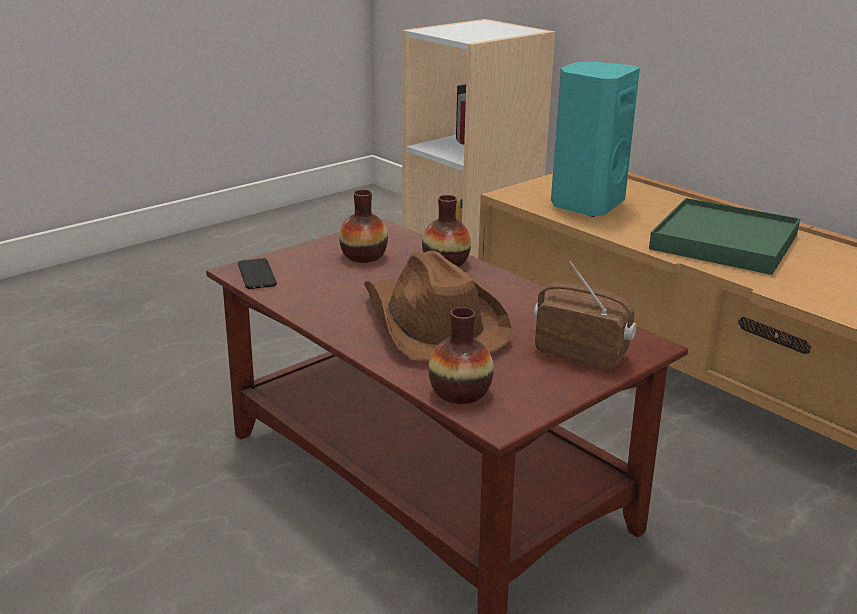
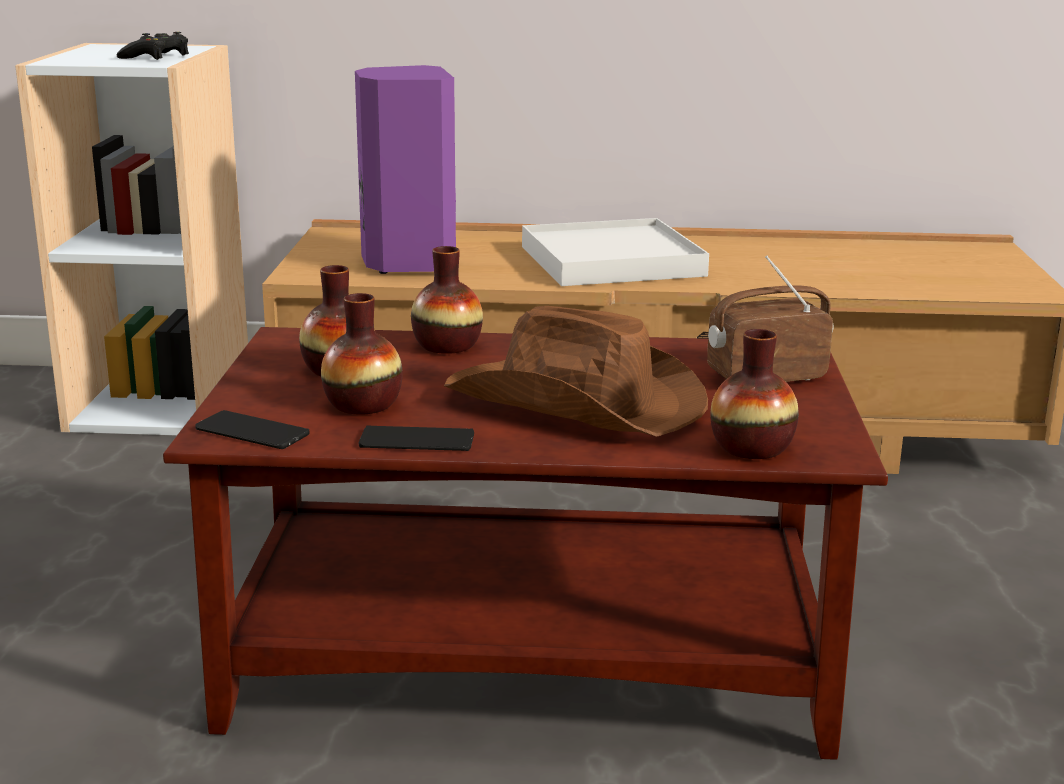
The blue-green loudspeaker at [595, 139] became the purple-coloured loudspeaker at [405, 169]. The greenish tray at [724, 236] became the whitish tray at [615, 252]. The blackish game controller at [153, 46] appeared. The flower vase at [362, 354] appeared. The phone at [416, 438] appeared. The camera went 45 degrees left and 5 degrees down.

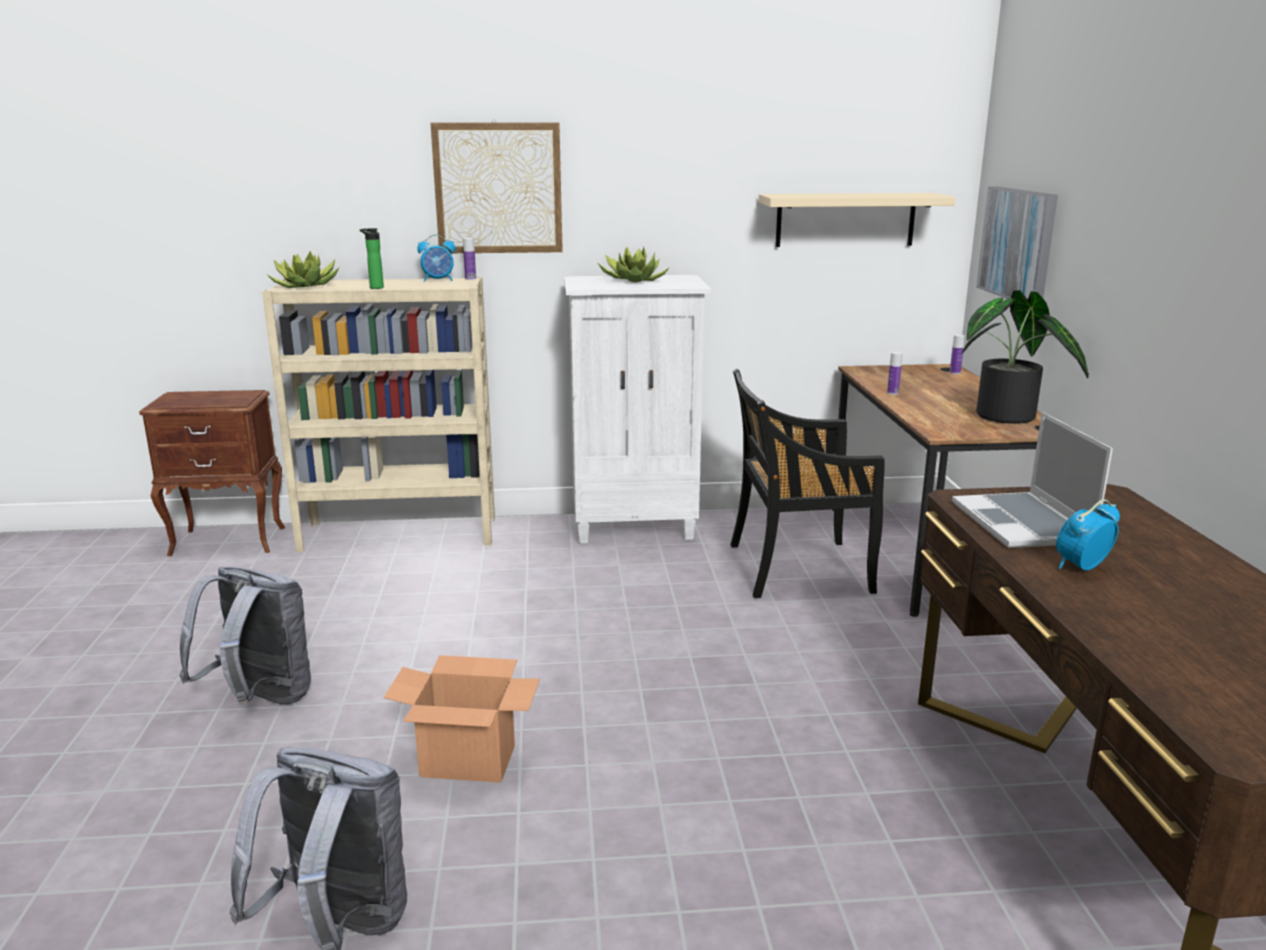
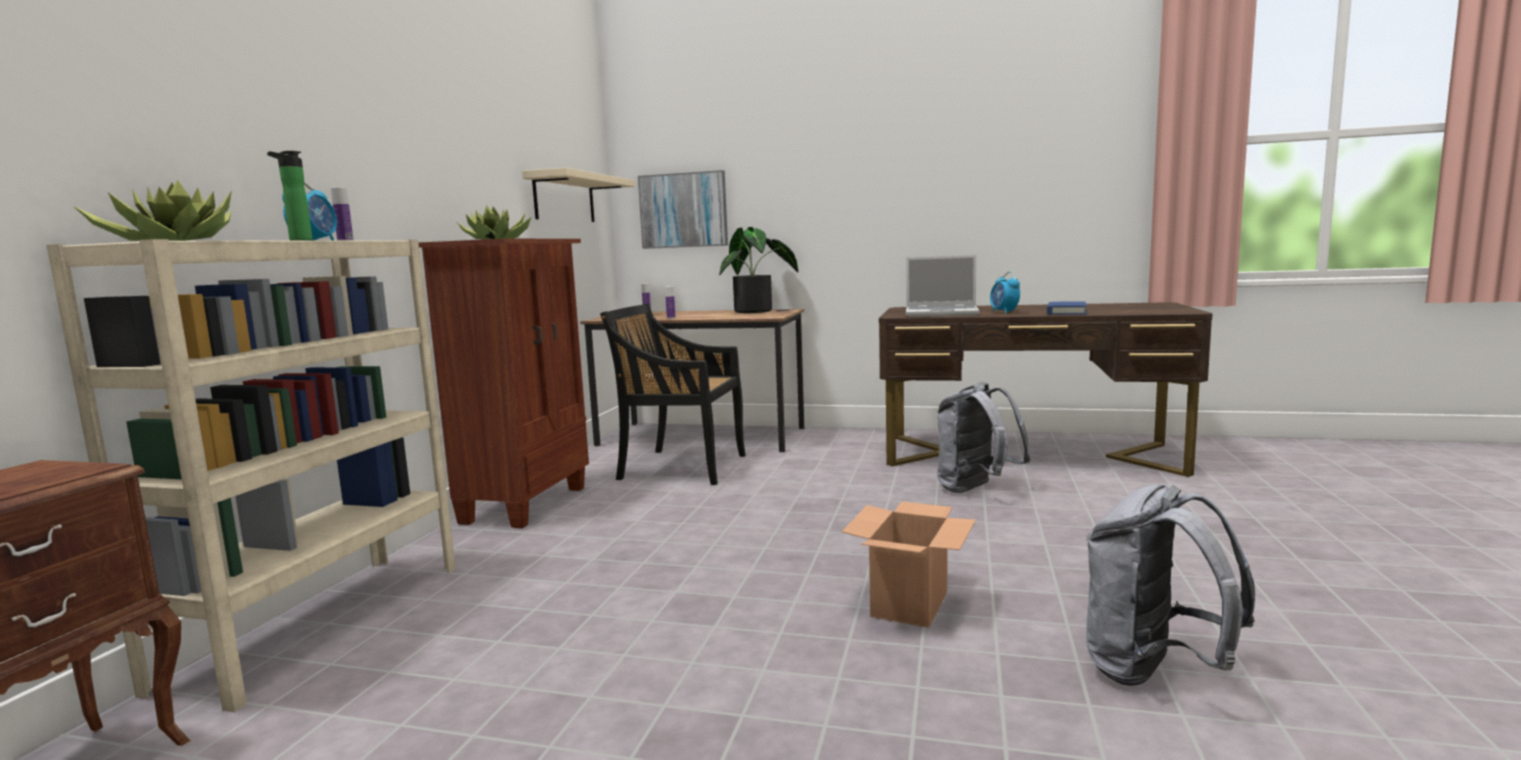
The wall picture at [496, 186] disappeared. The whitish storage cabinet at [637, 409] became the brown storage cabinet at [504, 383]. The blackish plain chair at [807, 483] turned 90 degrees clockwise. The greyish backpack moved from [245, 636] to [984, 437]. The blue-coloured book at [1067, 308] appeared. The camera went 70 degrees left and 10 degrees down.

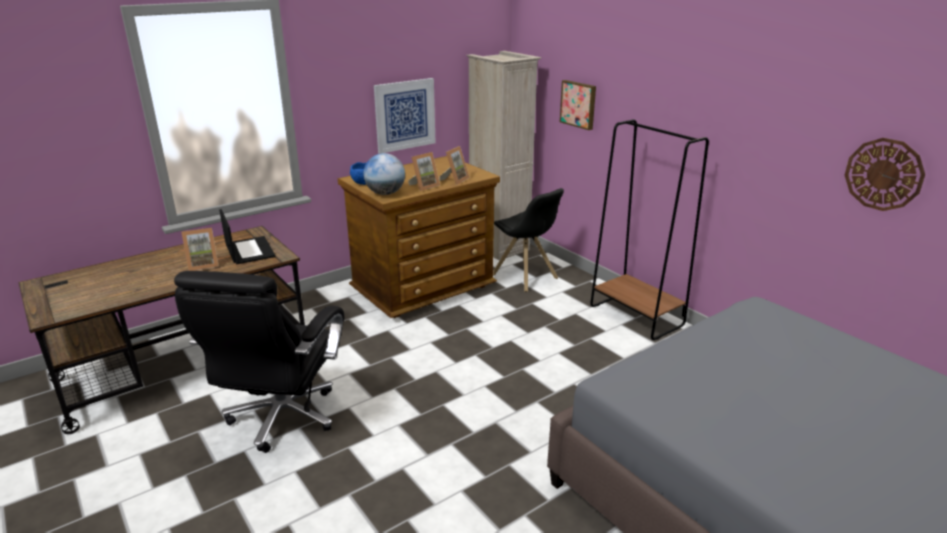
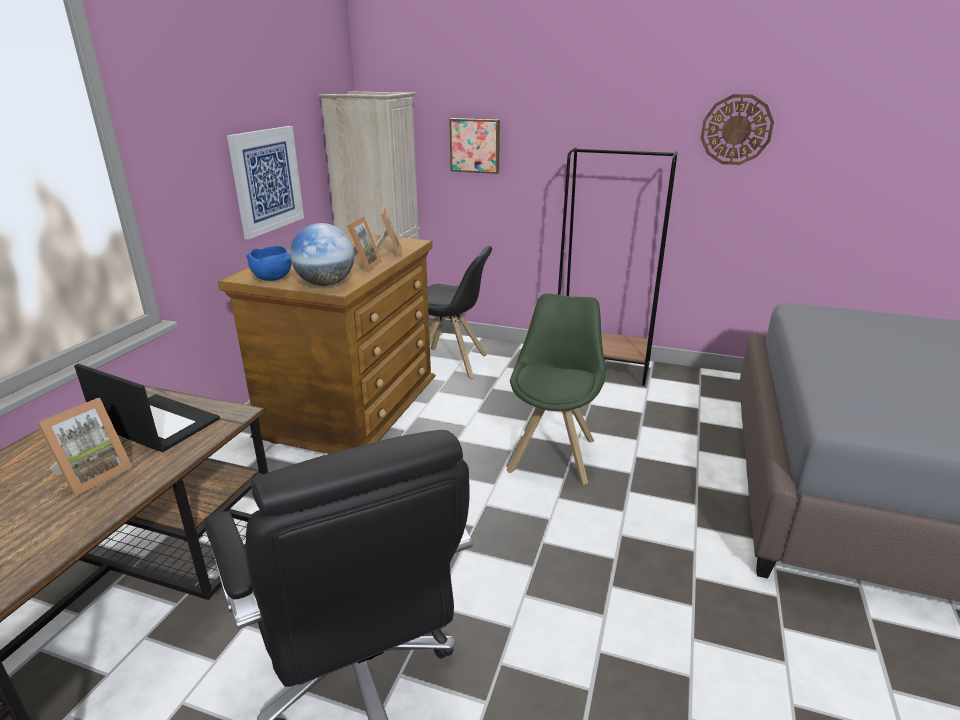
The clock on the wall moved from [885, 174] to [737, 129]. The greenish plain chair at [555, 389] appeared. The camera went 35 degrees left and 0 degrees up.

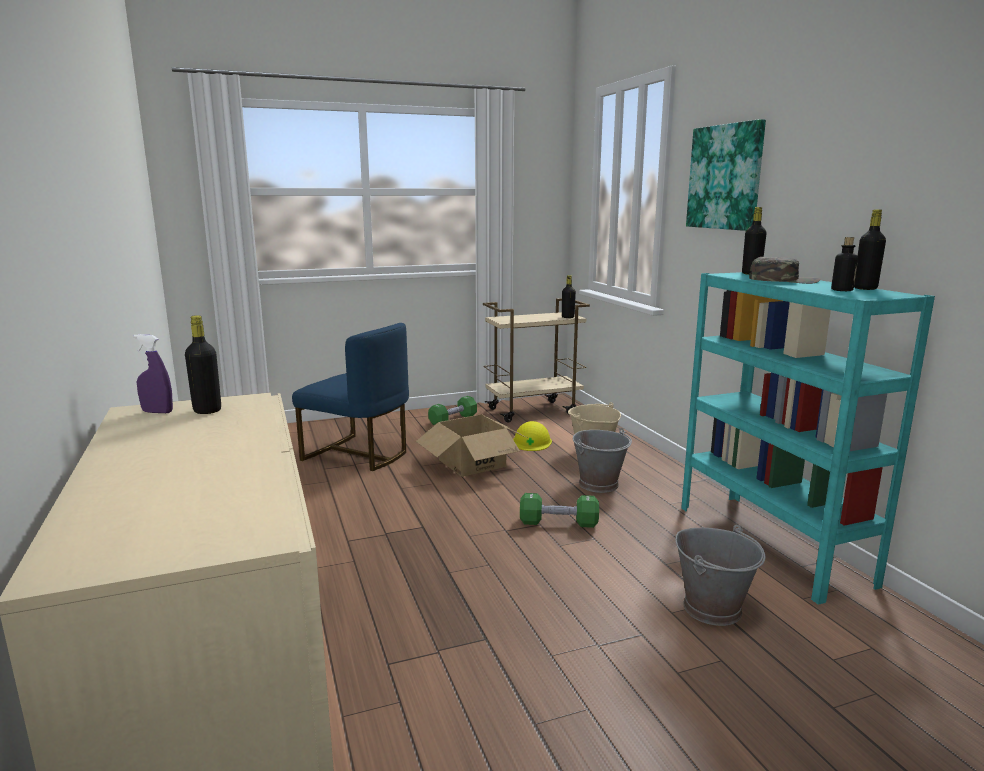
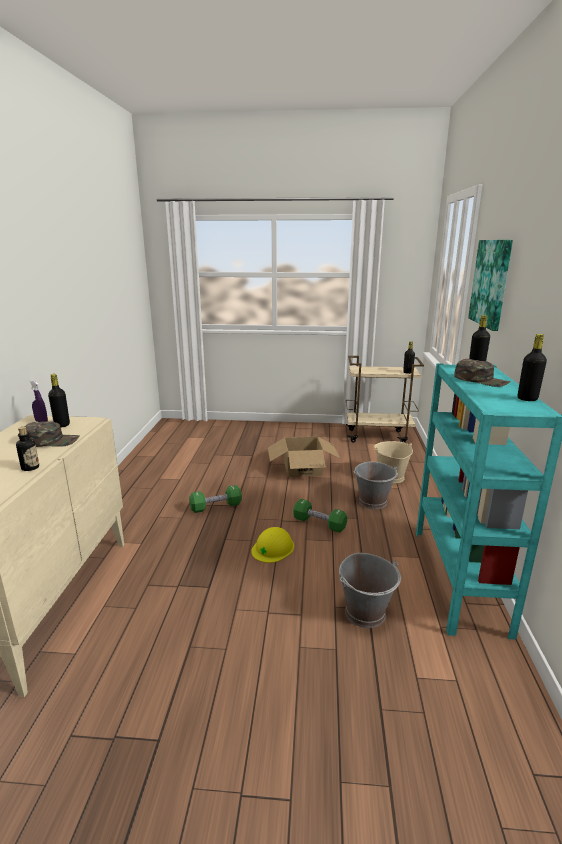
The beverage bottle moved from [844, 264] to [27, 449]. The blue-coloured plain chair at [350, 397] disappeared. The greenish hand weight moved from [452, 410] to [215, 499]. The yellow-coloured hard hat moved from [532, 436] to [272, 545]. The greenish cap at [52, 434] appeared. The camera went 25 degrees right and 5 degrees up.

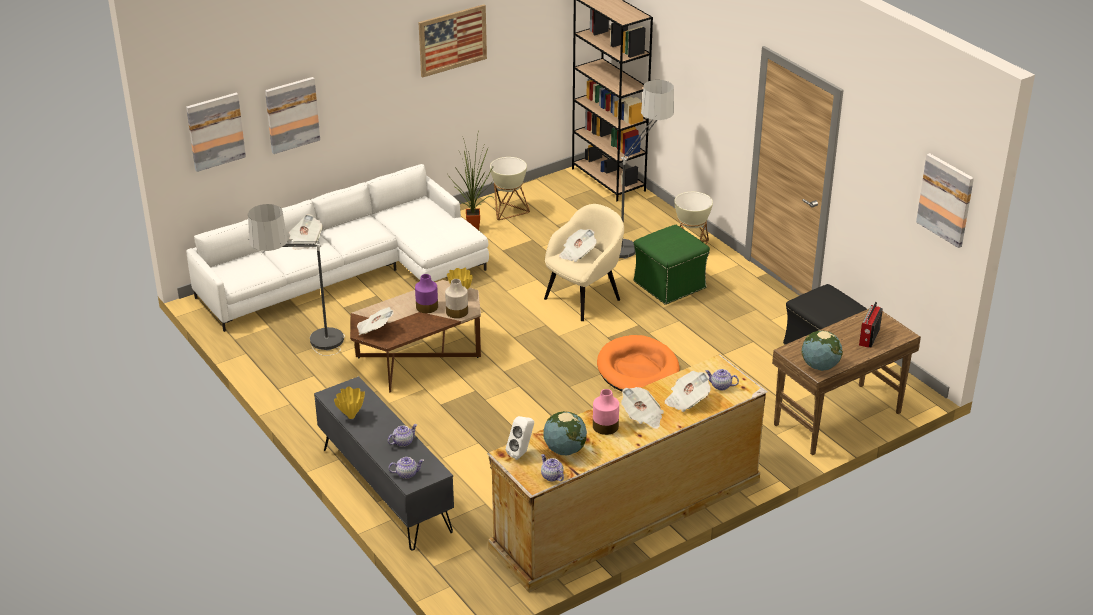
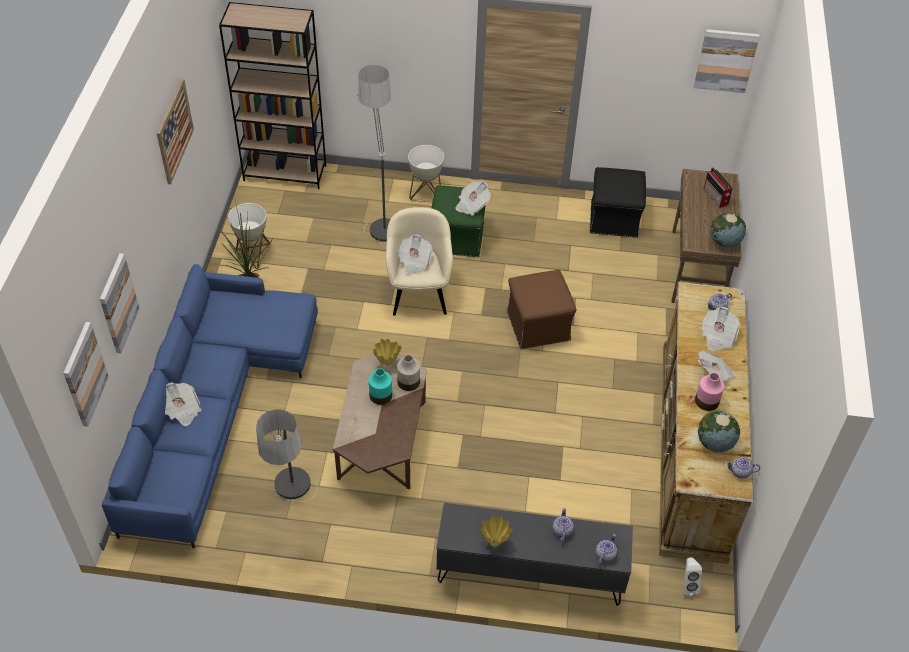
The whitish couch at [337, 248] became the blue-coloured couch at [210, 406]. The purple-coloured flower vase at [426, 293] became the blue-green flower vase at [380, 386]. The newspaper moved from [375, 321] to [473, 198]. The orangey dog bed at [638, 363] was replaced by the brown ottoman at [541, 309]. The whitish loudspeaker moved from [520, 438] to [692, 576]. The camera went 50 degrees left and 15 degrees up.

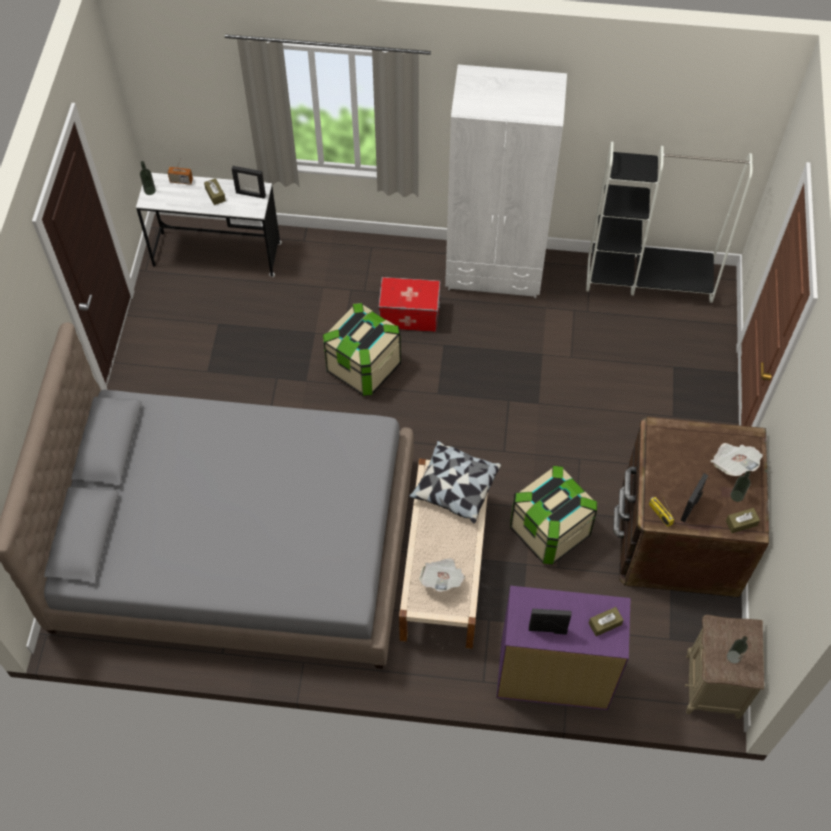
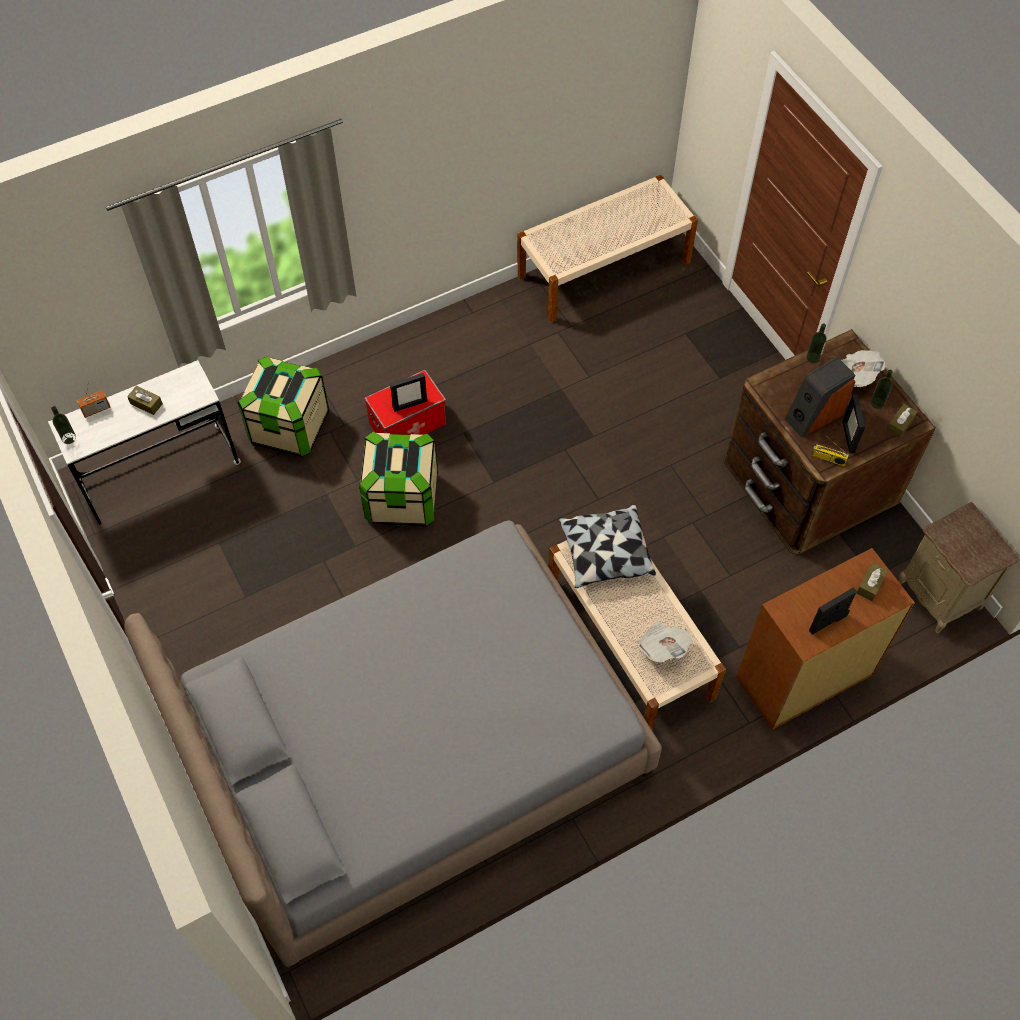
The whitish clothes cupboard at [506, 181] disappeared. The blackish garment rack at [669, 222] was replaced by the beige-coloured indoor bench at [607, 248]. The picture frame moved from [249, 182] to [408, 392]. The storage container moved from [553, 515] to [283, 406]. The purple-coloured storage cabinet at [564, 648] became the brown storage cabinet at [825, 639]. The beverage bottle moved from [737, 650] to [816, 343]. The loudspeaker at [820, 397] appeared. The camera went 35 degrees left and 0 degrees up.

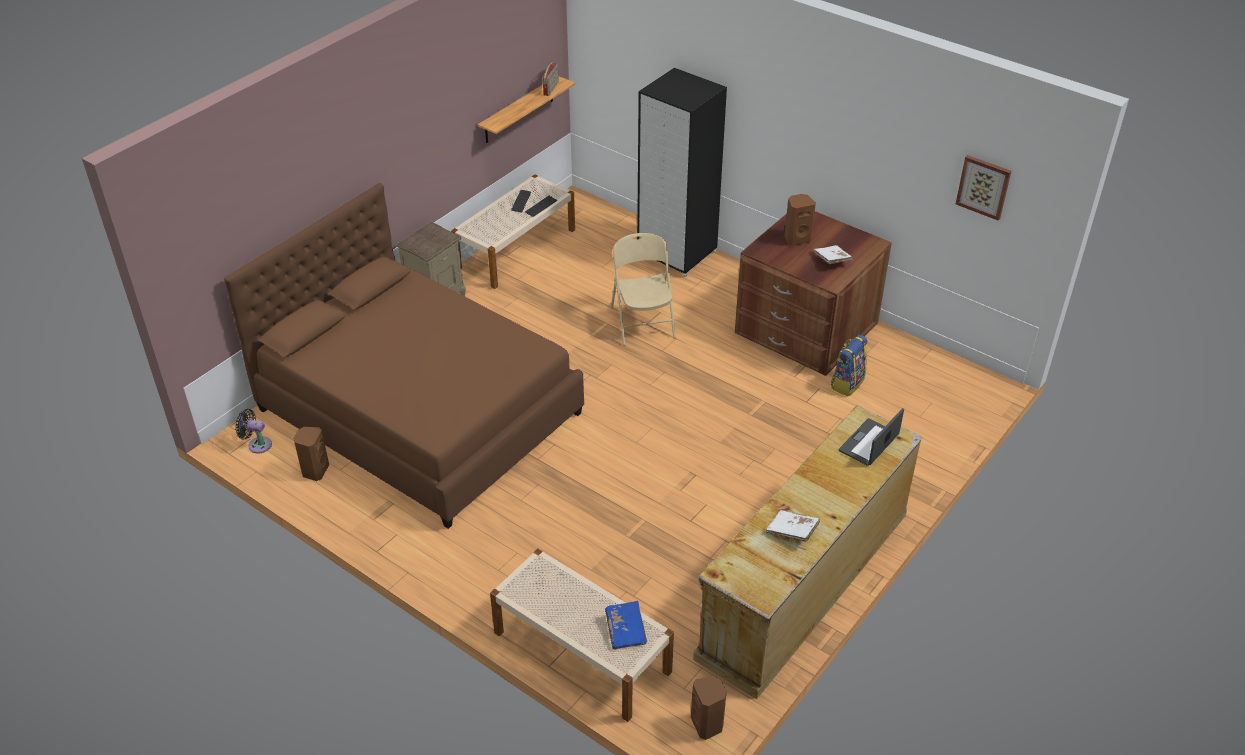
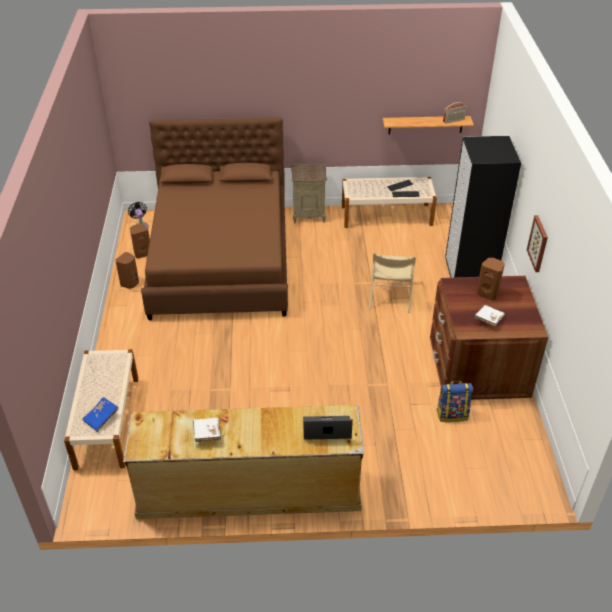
The wall picture moved from [983, 187] to [537, 243]. The beige-coloured plain chair at [643, 289] turned 150 degrees clockwise. The brown loudspeaker moved from [709, 708] to [127, 270]. The camera went 50 degrees right and 0 degrees up.

